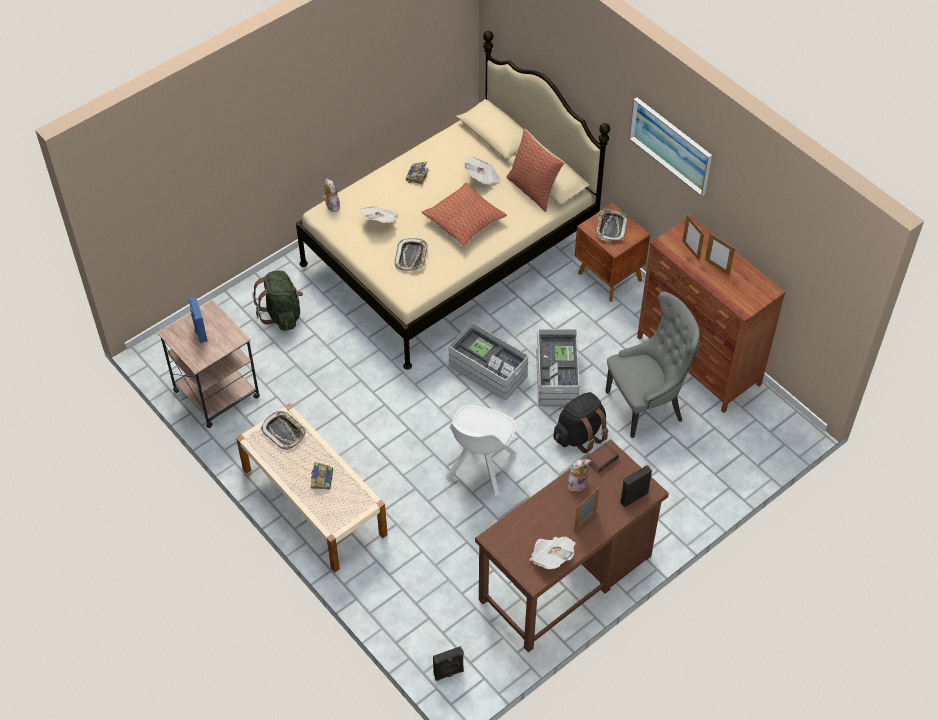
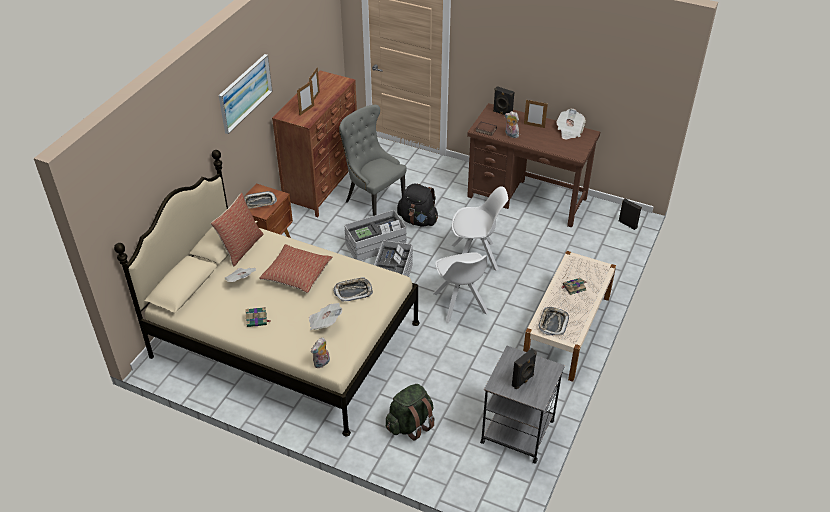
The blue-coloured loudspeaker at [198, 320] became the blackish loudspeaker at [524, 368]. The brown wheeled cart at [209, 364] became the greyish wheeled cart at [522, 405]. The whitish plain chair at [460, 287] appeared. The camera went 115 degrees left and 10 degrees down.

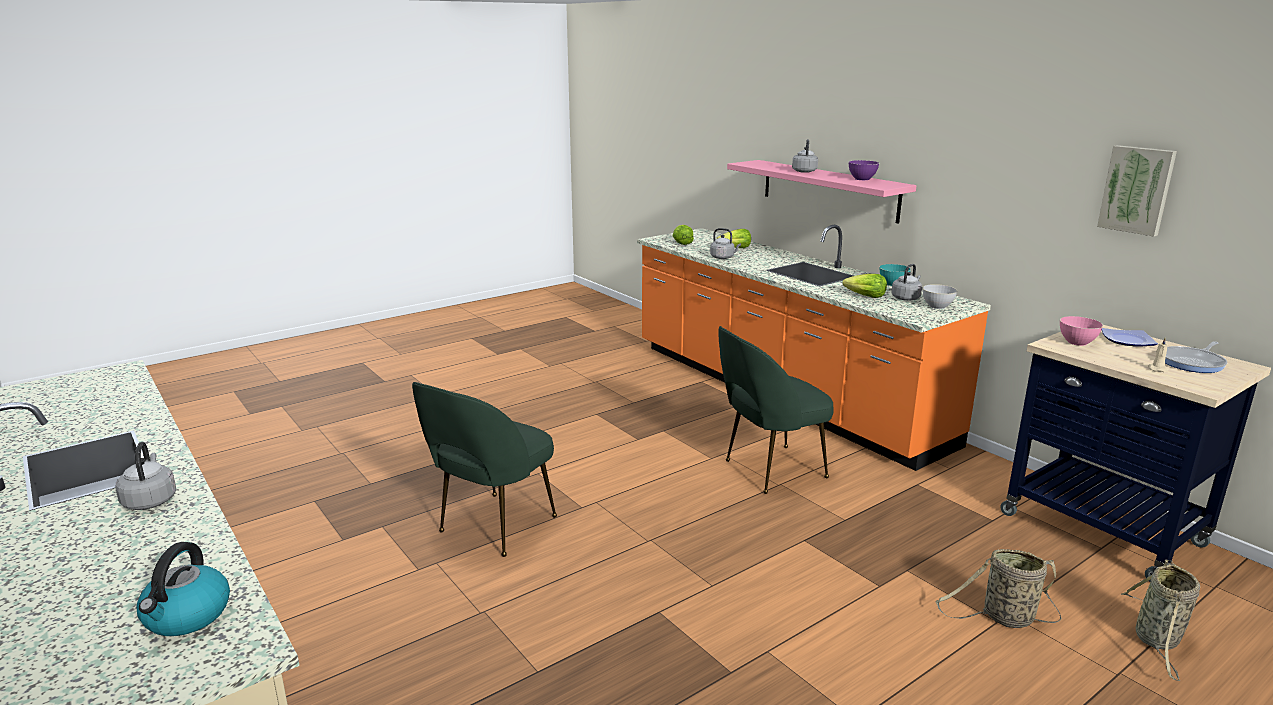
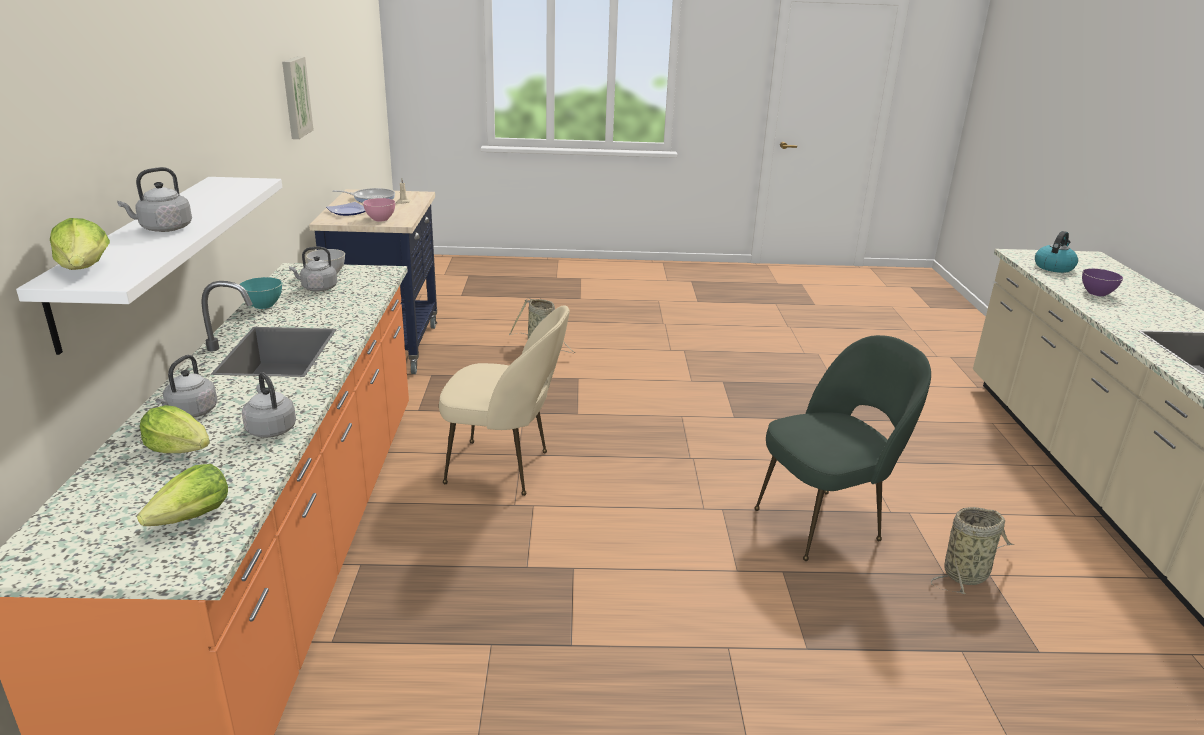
The pink shelf at [822, 192] became the whitish shelf at [149, 266]. The purple-coloured serving bowl moved from [864, 170] to [1102, 282]. The head of lettuce moved from [864, 286] to [80, 244]. The greenish plain chair at [776, 410] became the beige-coloured plain chair at [504, 400]. The greyish water kettle moved from [146, 476] to [186, 386]. The storage basket moved from [1160, 620] to [973, 550]. The camera went 145 degrees left and 5 degrees up.

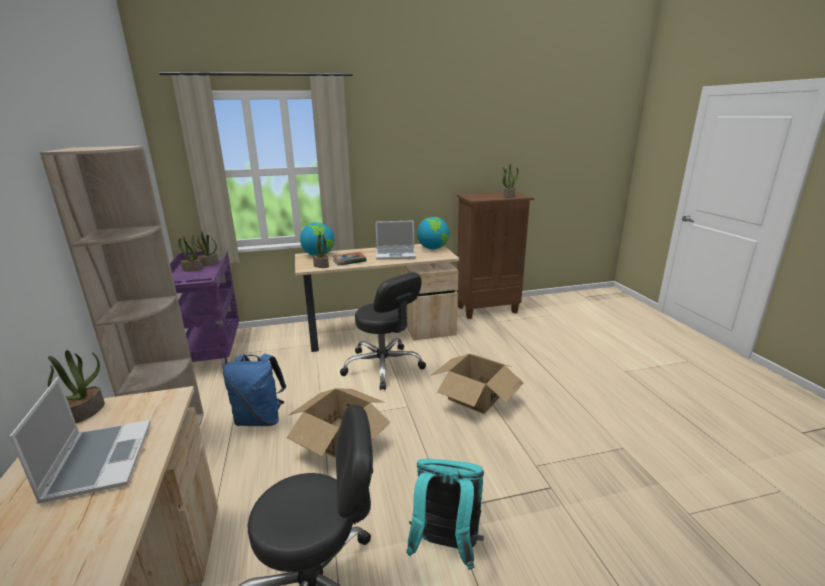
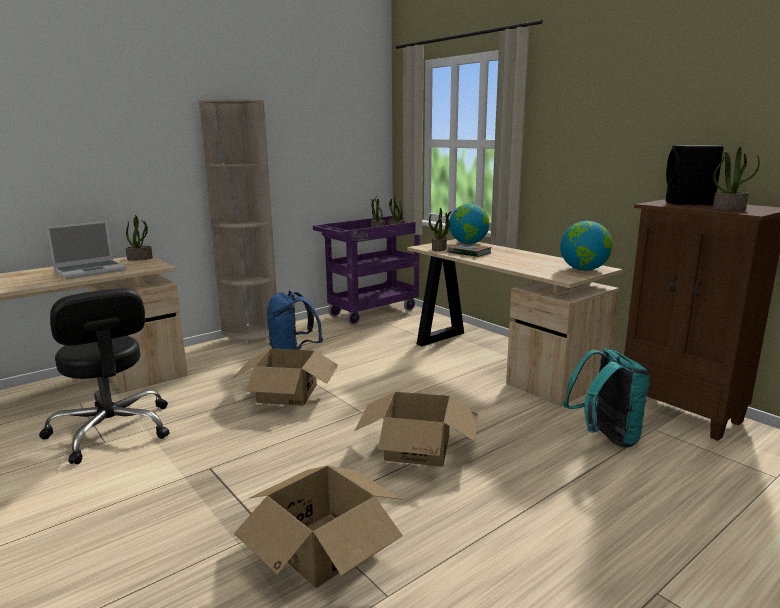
The laptop at [395, 240] disappeared. The blackish computer chair at [383, 331] disappeared. The blue-green backpack moved from [445, 514] to [606, 398]. The blackish loudspeaker at [694, 175] appeared. The packing box at [318, 527] appeared. The camera went 65 degrees right and 5 degrees down.

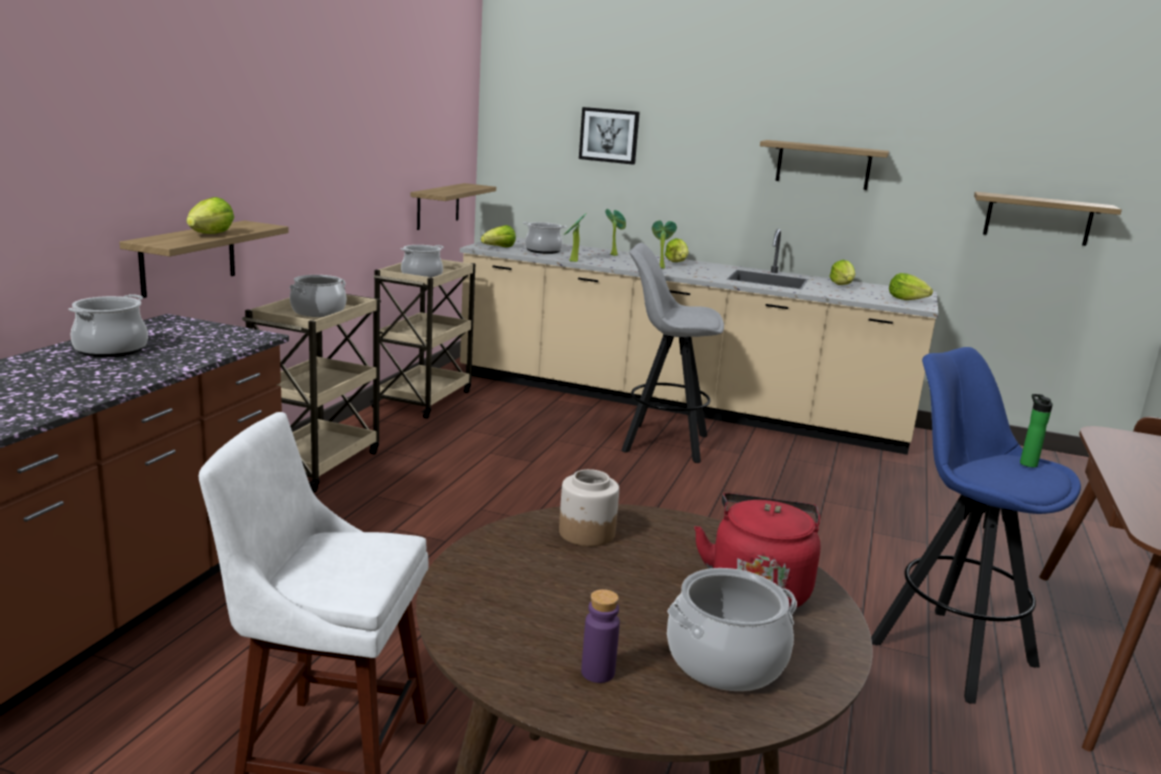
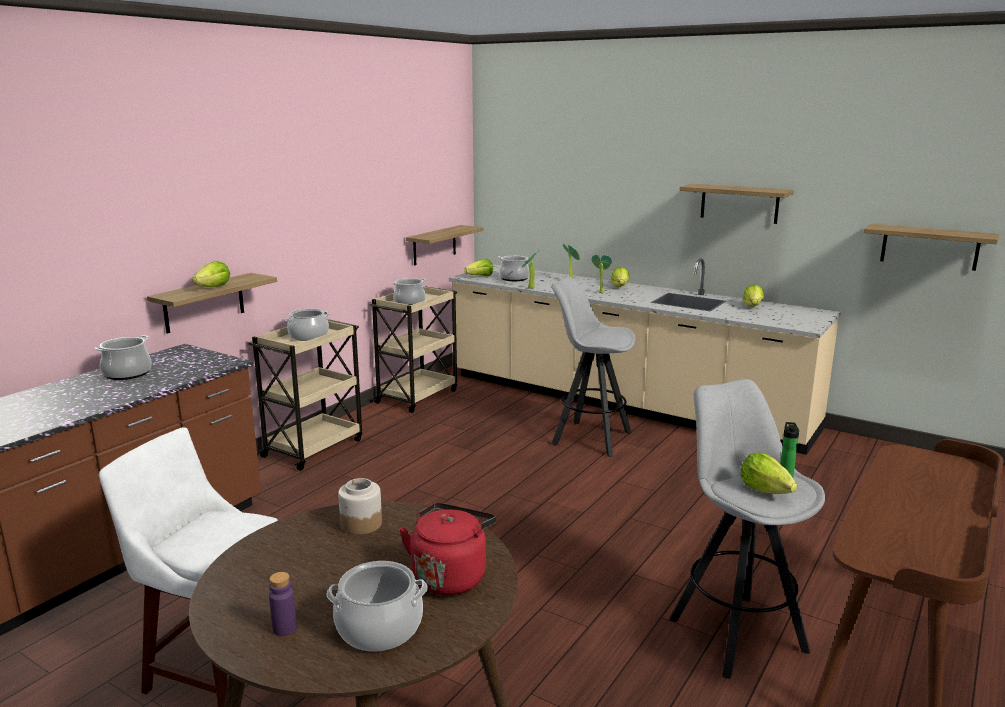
The wall picture at [609, 136] disappeared. The head of lettuce moved from [911, 286] to [768, 473]. The blue-coloured stool seat at [976, 525] became the greyish stool seat at [747, 529]. The camera went 15 degrees right and 0 degrees up.

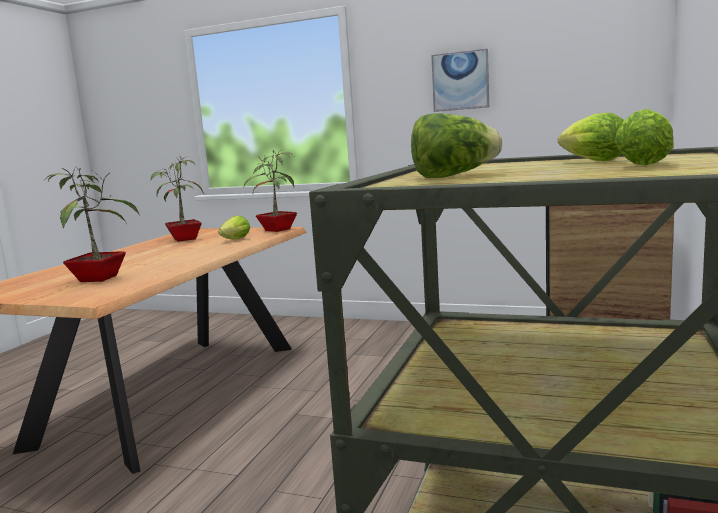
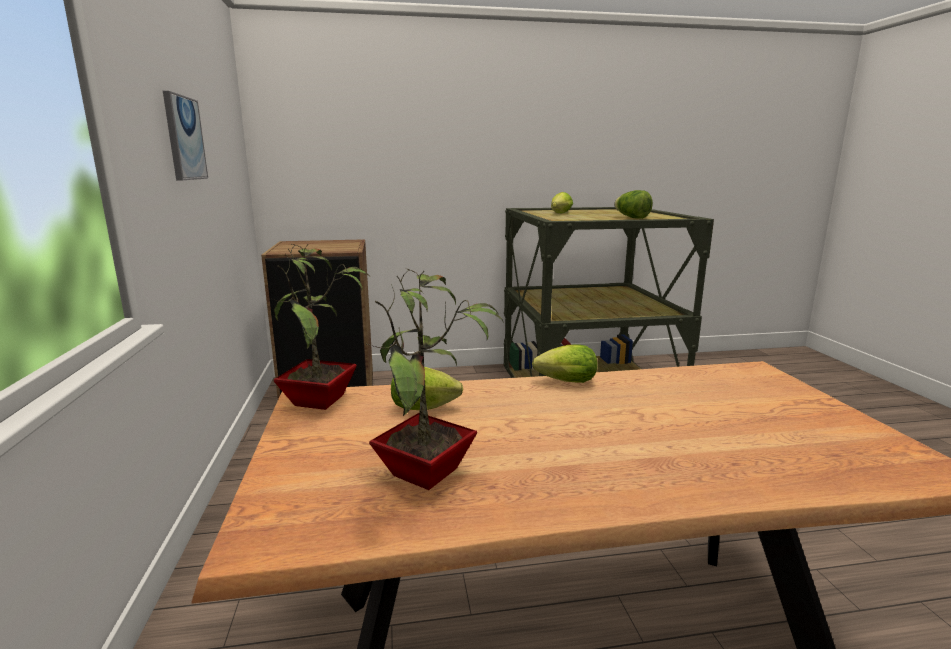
The head of lettuce moved from [644, 137] to [564, 364]. The plant in a pot at [92, 224] disappeared. The camera went 120 degrees left and 5 degrees up.

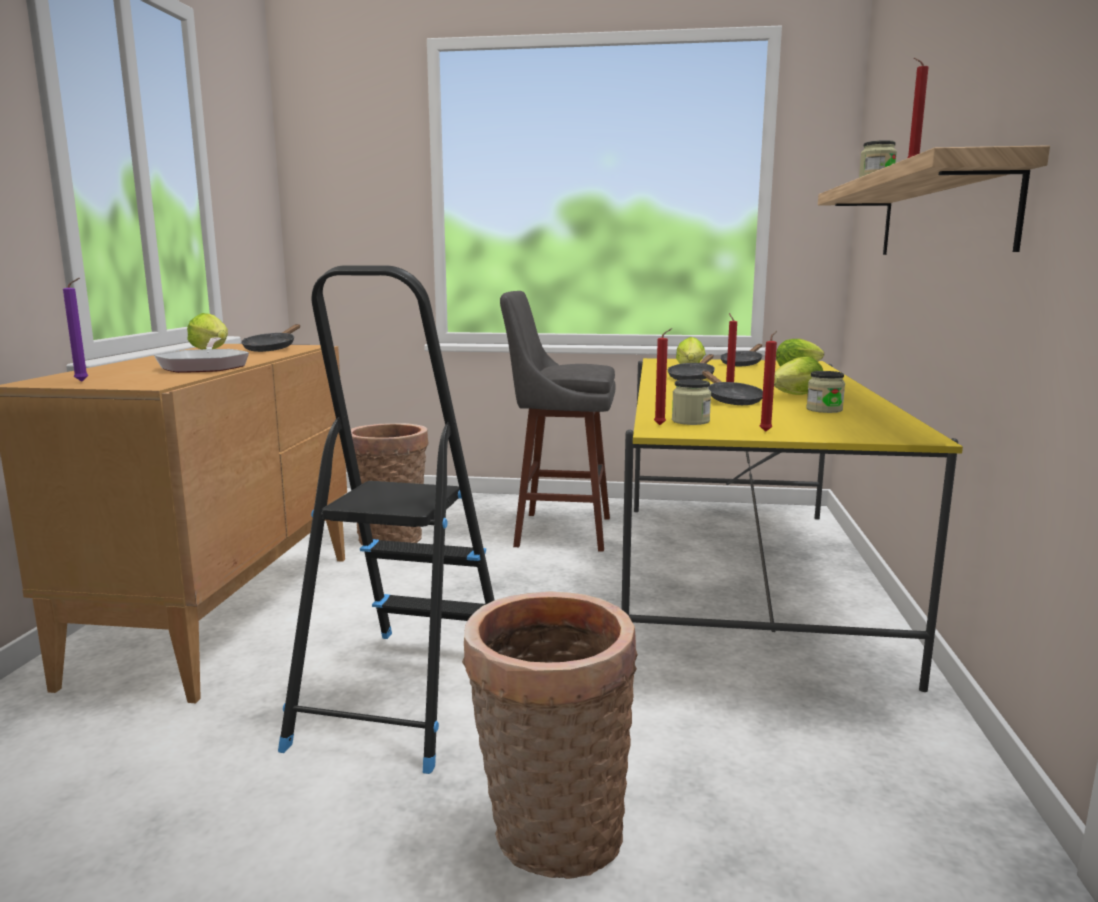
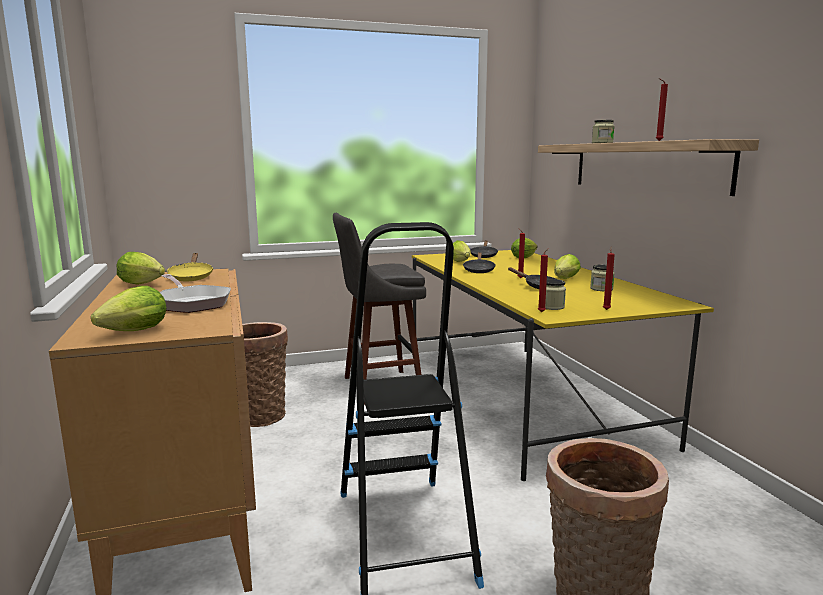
The purple-coloured candle at [75, 330] was replaced by the head of lettuce at [128, 308]. The blackish frying pan at [270, 338] became the yellow-coloured frying pan at [189, 267]. The camera went 25 degrees left and 0 degrees up.

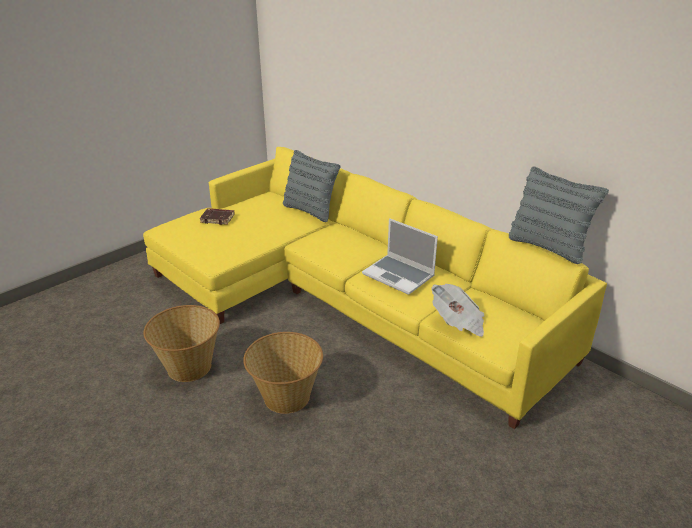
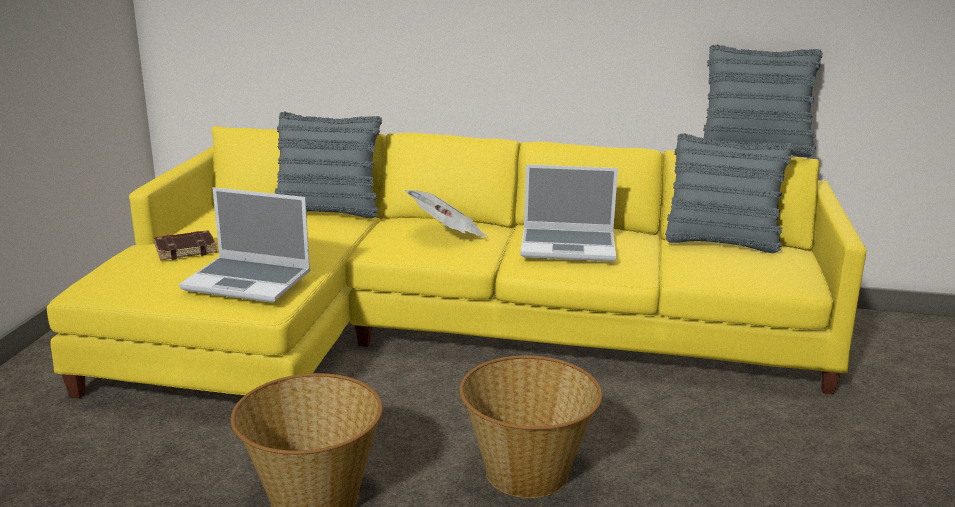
The newspaper moved from [457, 310] to [446, 214]. The greyish cushion at [729, 193] appeared. The laptop at [245, 245] appeared. The camera went 35 degrees left and 10 degrees down.

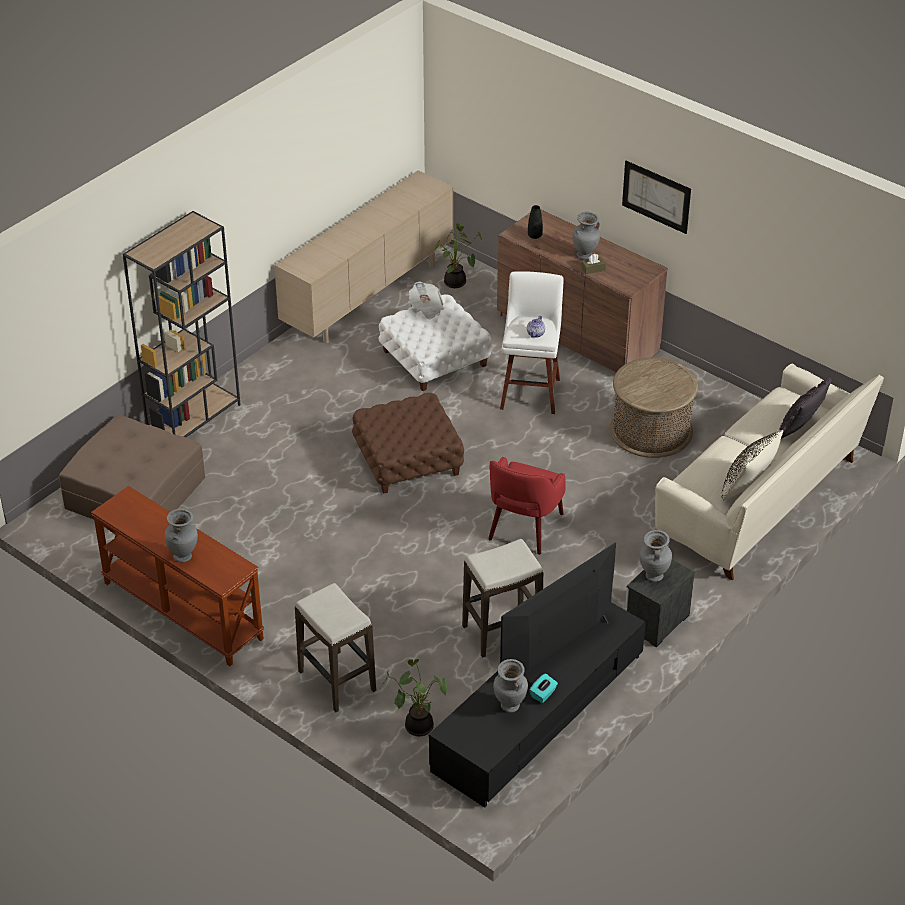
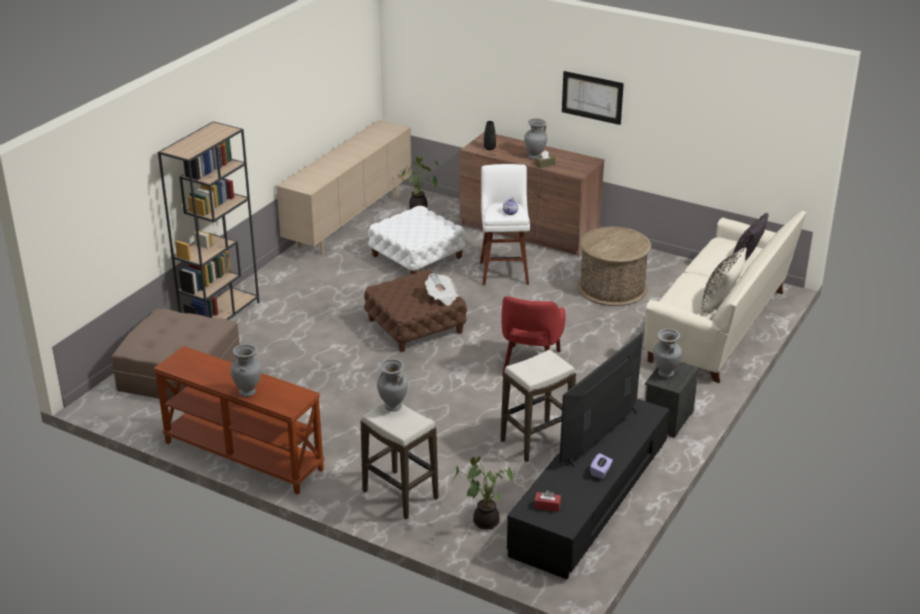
The newspaper moved from [426, 300] to [442, 289]. The greyish flower vase moved from [510, 686] to [392, 385]. The blue-green tissue holder at [544, 688] became the purple-coloured tissue holder at [601, 466]. The reddish tissue holder at [547, 501] appeared. The camera went 10 degrees left and 10 degrees down.

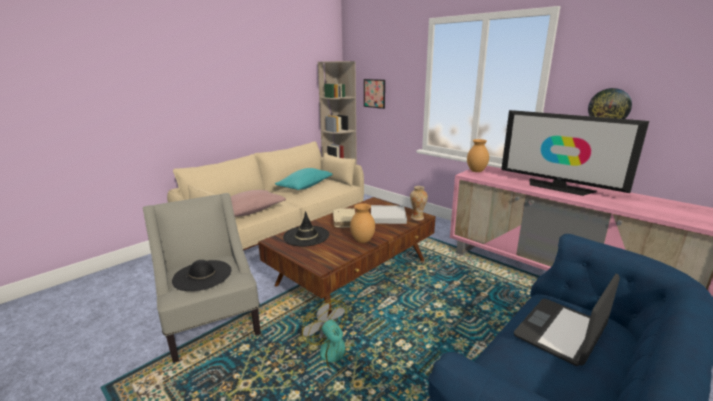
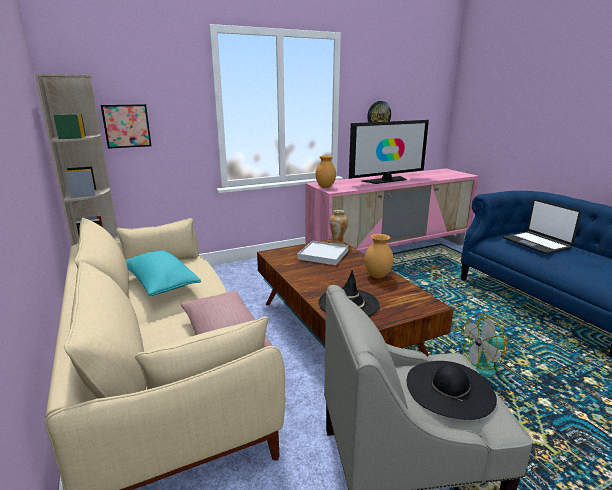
The beige-coloured book at [344, 218] disappeared. The camera went 70 degrees left and 0 degrees up.

